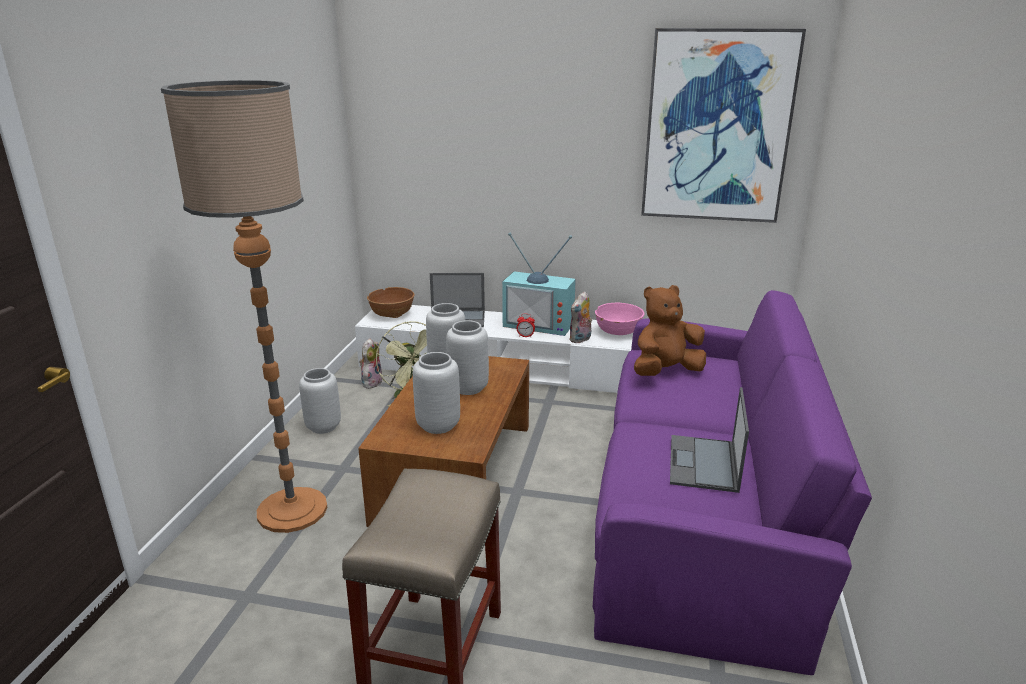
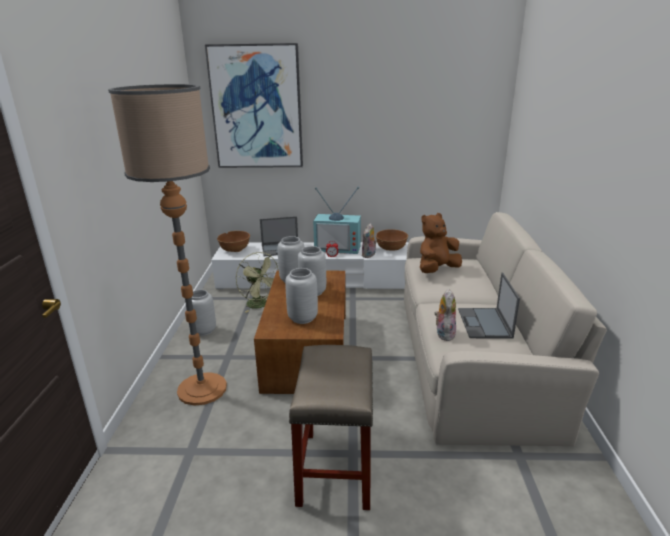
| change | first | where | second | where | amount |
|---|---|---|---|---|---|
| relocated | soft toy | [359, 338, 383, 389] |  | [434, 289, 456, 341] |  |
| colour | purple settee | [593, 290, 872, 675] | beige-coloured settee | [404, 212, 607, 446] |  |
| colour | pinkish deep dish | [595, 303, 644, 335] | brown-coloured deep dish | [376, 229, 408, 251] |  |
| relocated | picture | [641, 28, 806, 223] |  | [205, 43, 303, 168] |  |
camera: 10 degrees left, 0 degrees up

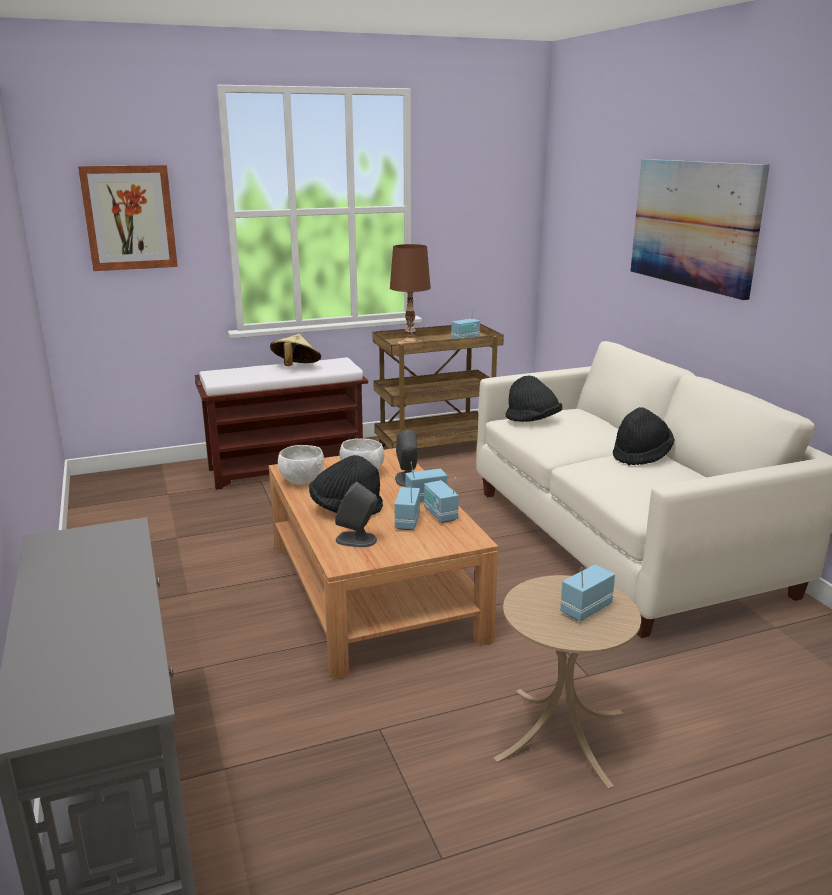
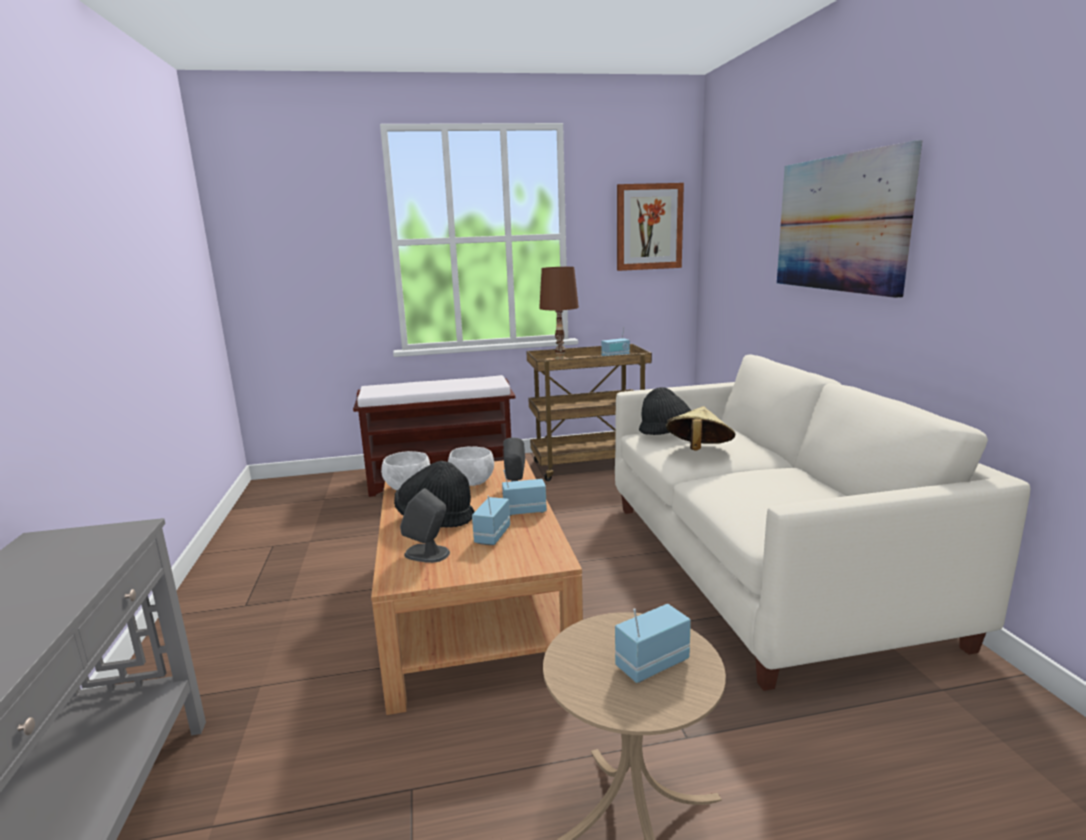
| change | first | where | second | where | amount |
|---|---|---|---|---|---|
| relocated | picture | [78, 165, 178, 271] |  | [617, 183, 684, 271] |  |
| relocated | beige-coloured hat | [270, 334, 321, 366] |  | [666, 406, 735, 451] |  |
| missing | radio receiver | [424, 478, 459, 523] |  |  |  |
| missing | blackish hat | [613, 407, 675, 465] |  |  |  |
camera: 10 degrees right, 5 degrees down

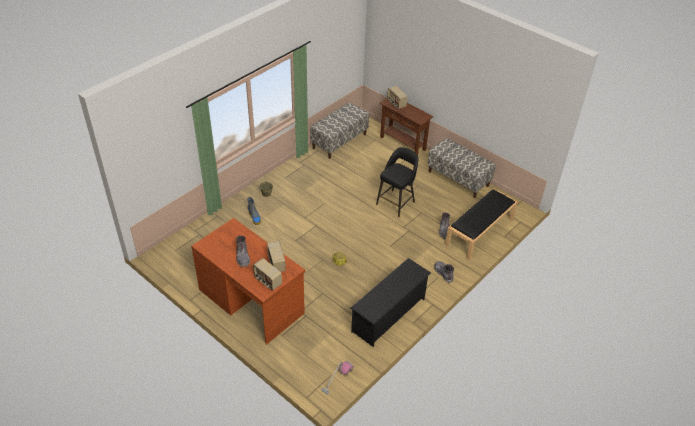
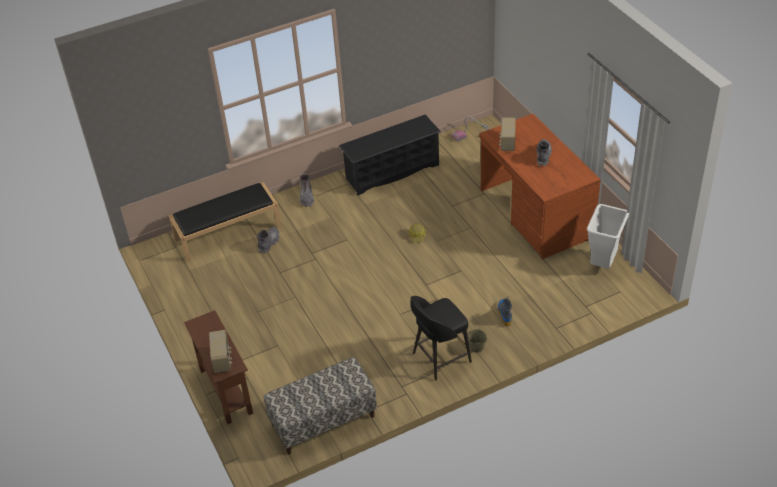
| change | first | where | second | where | amount |
|---|---|---|---|---|---|
| missing | radio receiver | [253, 258, 282, 291] |  |  |  |
| relocated | blackish stool seat | [376, 147, 419, 217] |  | [411, 296, 472, 380] |  |
| missing | bench | [427, 138, 496, 198] |  |  |  |
| appeared |  |  | whitish trash can | [587, 204, 629, 268] |  |
camera: 155 degrees left, 0 degrees up

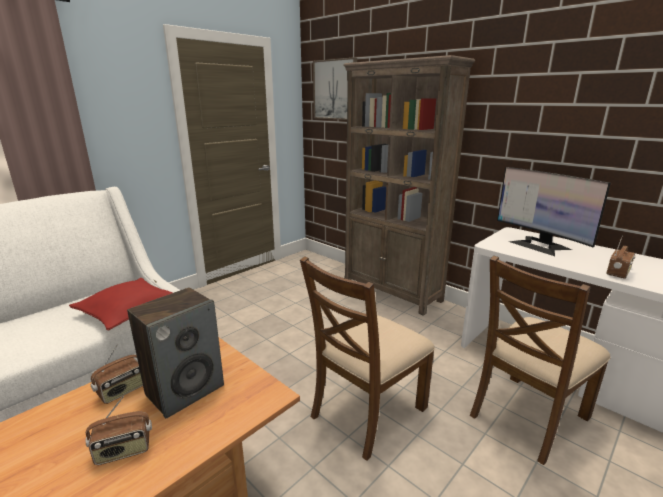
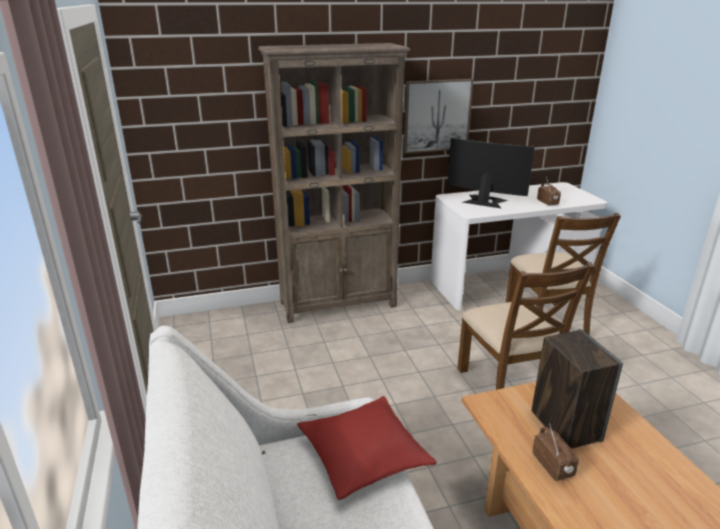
| change | first | where | second | where | amount |
|---|---|---|---|---|---|
| missing | radio receiver | [86, 396, 152, 465] |  |  |  |
| relocated | picture | [313, 57, 357, 120] |  | [404, 79, 474, 154] |  |
| spun | computer display | [497, 167, 611, 256] |  | [447, 138, 534, 209] | 150 degrees counterclockwise |
camera: 60 degrees left, 5 degrees up

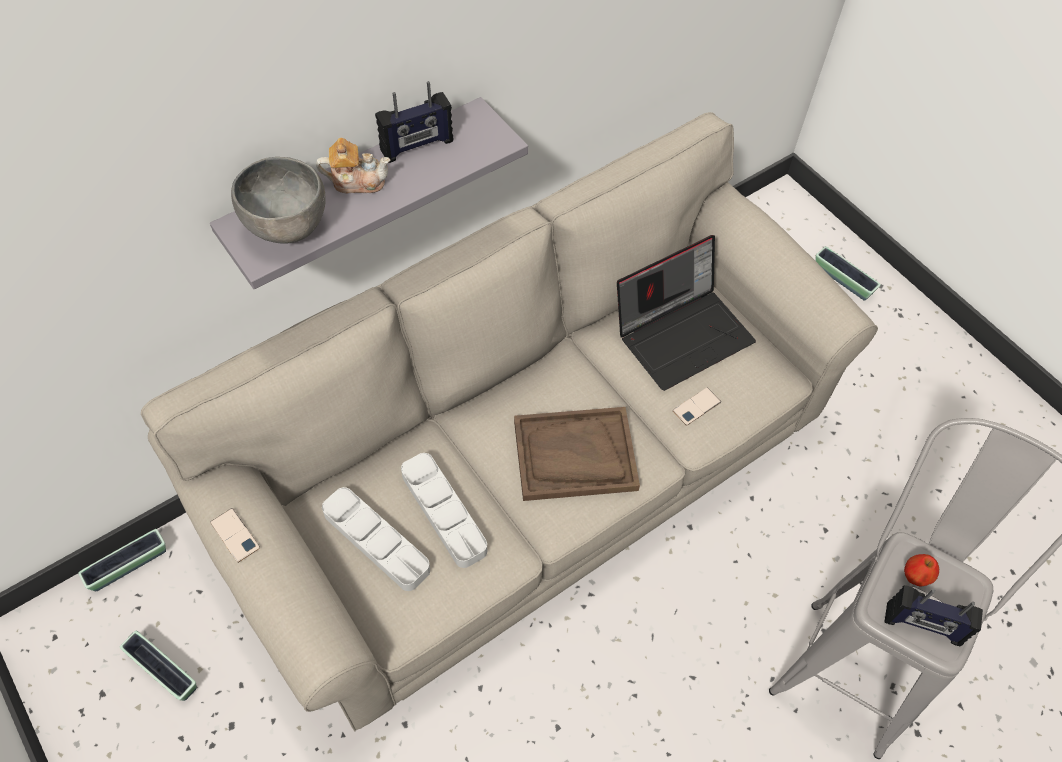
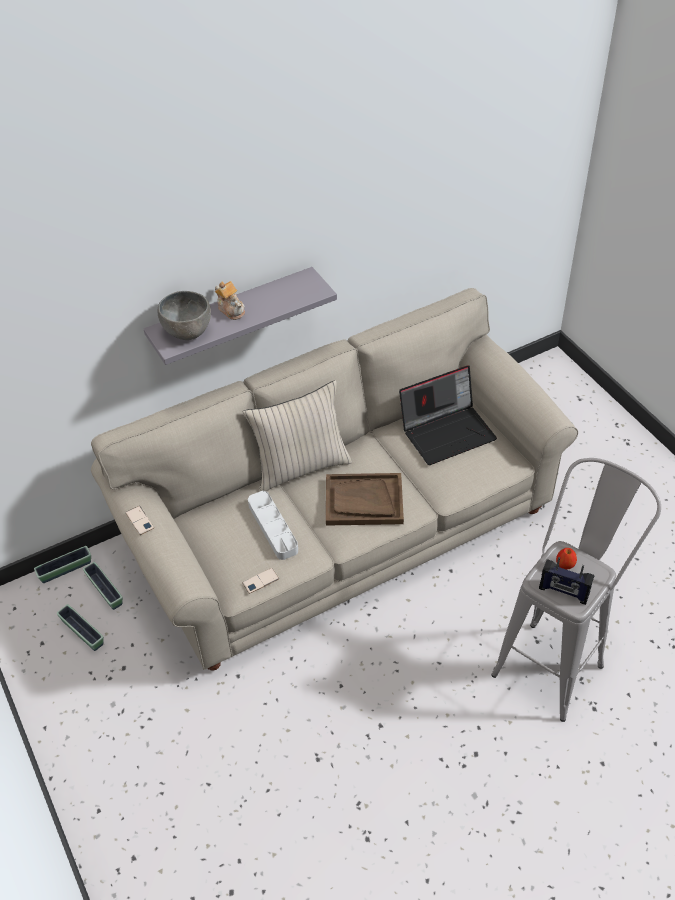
| change | first | where | second | where | amount |
|---|---|---|---|---|---|
| spun | tea pot | [316, 138, 390, 193] |  | [215, 281, 245, 320] | 45 degrees clockwise |
| missing | greyish carrying tray | [322, 487, 430, 591] |  |  |  |
| missing | radio receiver | [375, 81, 453, 163] |  |  |  |
| relocated | phone | [673, 387, 721, 426] |  | [242, 568, 279, 594] |  |
| relocated | flower pot | [815, 246, 881, 301] |  | [83, 562, 123, 610] |  |
| appeared |  |  | beige-coloured throw pillow | [243, 380, 352, 491] |  |
camera: 10 degrees right, 10 degrees down

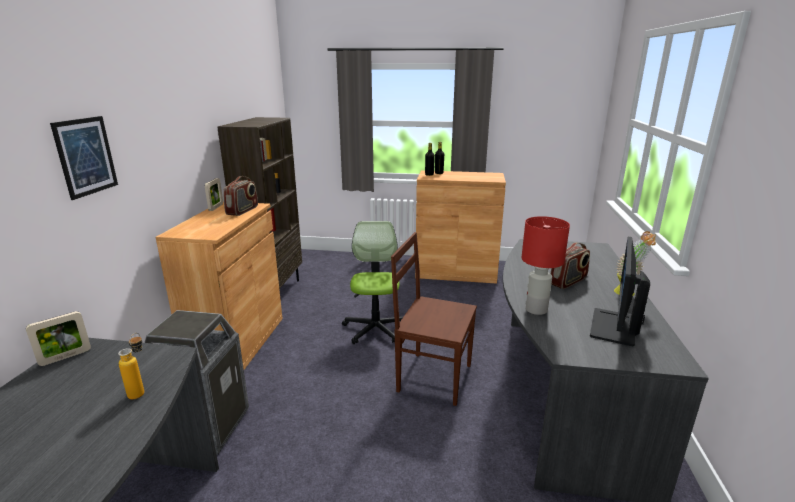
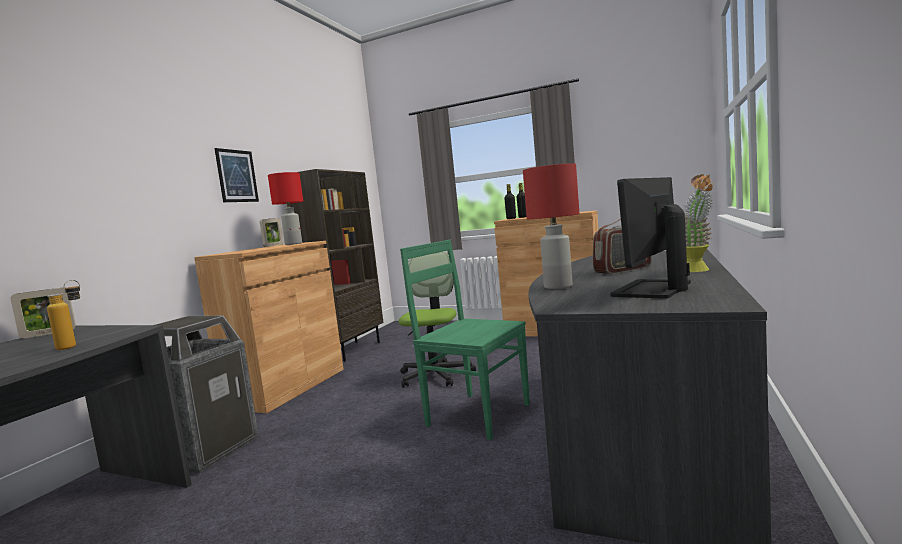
| change | first | where | second | where | amount |
|---|---|---|---|---|---|
| relocated | picture | [50, 116, 118, 200] |  | [214, 148, 259, 202] |  |
| exchanged | radio receiver | [223, 176, 258, 216] | red tabletop lamp | [268, 172, 303, 245] |  |
| colour | brown-coloured chair | [391, 232, 477, 406] | green chair | [400, 240, 530, 440] |  |
camera: 15 degrees right, 15 degrees down

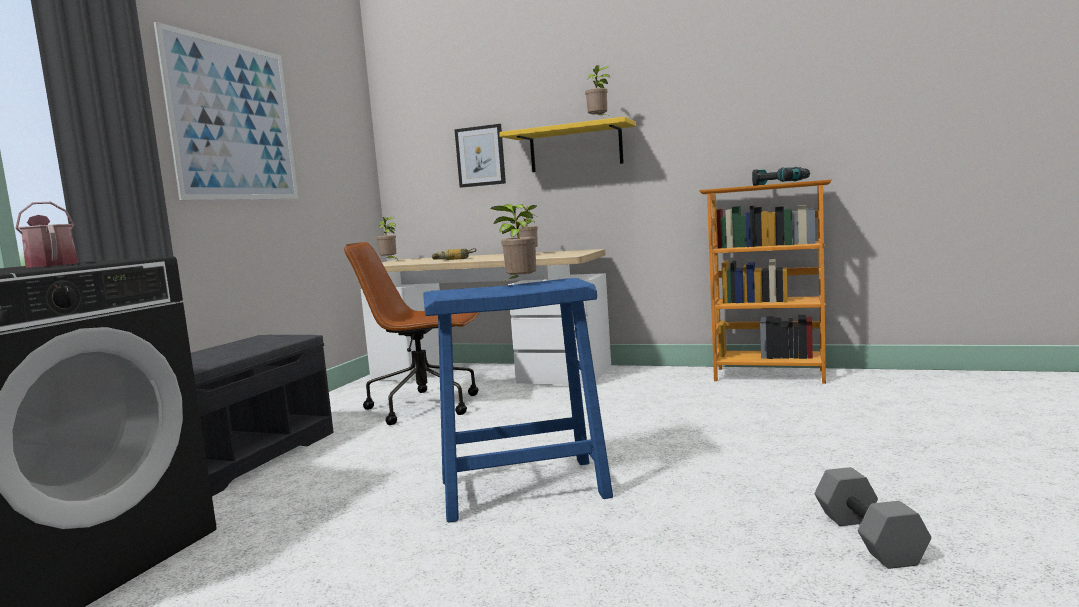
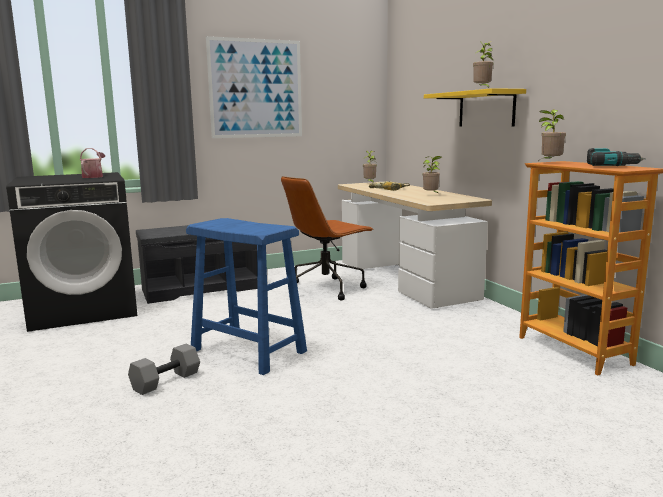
| change | first | where | second | where | amount |
|---|---|---|---|---|---|
| spun | brown-coloured office chair | [344, 242, 480, 425] |  | [281, 176, 374, 301] | 90 degrees counterclockwise |
| missing | picture | [454, 124, 506, 188] |  |  |  |
| relocated | houseplant | [491, 204, 536, 284] |  | [539, 109, 566, 159] |  |
| relocated | greyish dumbbell | [815, 467, 931, 569] |  | [128, 344, 200, 395] |  |
camera: 45 degrees right, 5 degrees up

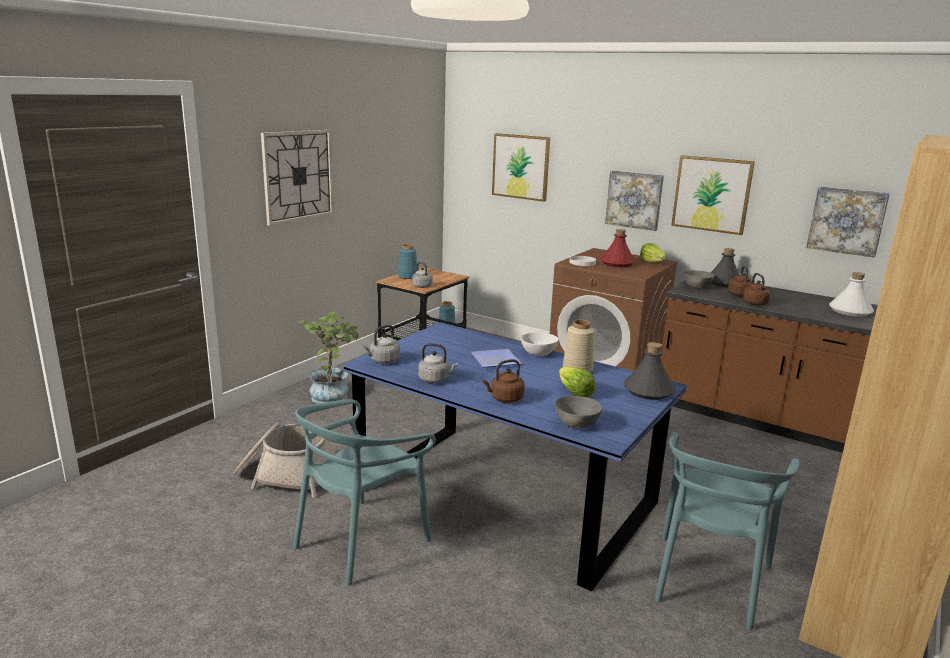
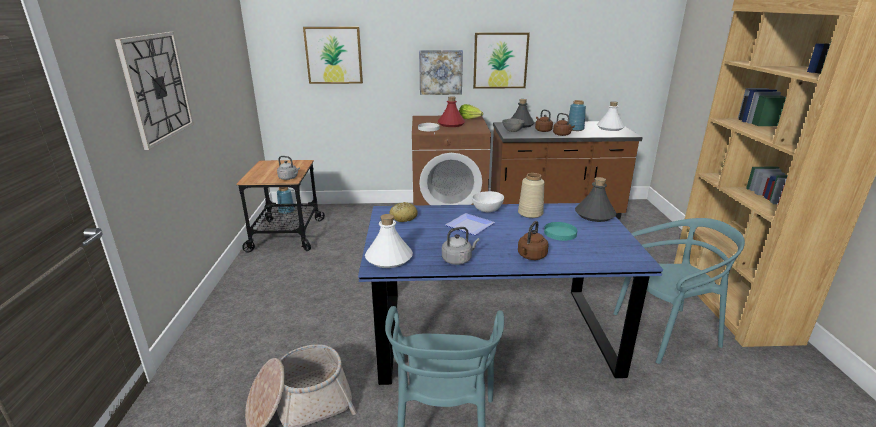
| change | first | where | second | where | amount |
|---|---|---|---|---|---|
| missing | houseplant | [298, 312, 358, 404] |  |  |  |
| exchanged | greyish water kettle | [363, 325, 400, 364] | whitish beverage bottle | [365, 214, 413, 268] |  |
| relocated | bluish decorative vase | [398, 244, 417, 279] |  | [569, 100, 586, 131] |  |
| missing | greyish deep dish | [555, 396, 602, 428] |  |  |  |
| exchanged | lettuce | [559, 366, 595, 397] | blue-green flat dish | [544, 222, 577, 241] |  |
| spun | blue-green chair | [655, 432, 800, 631] |  | [613, 218, 745, 364] | 90 degrees counterclockwise |
| missing | picture | [806, 186, 890, 258] |  |  |  |
| appeared |  |  | bakery bread | [389, 202, 418, 222] |  |
camera: 35 degrees left, 5 degrees up

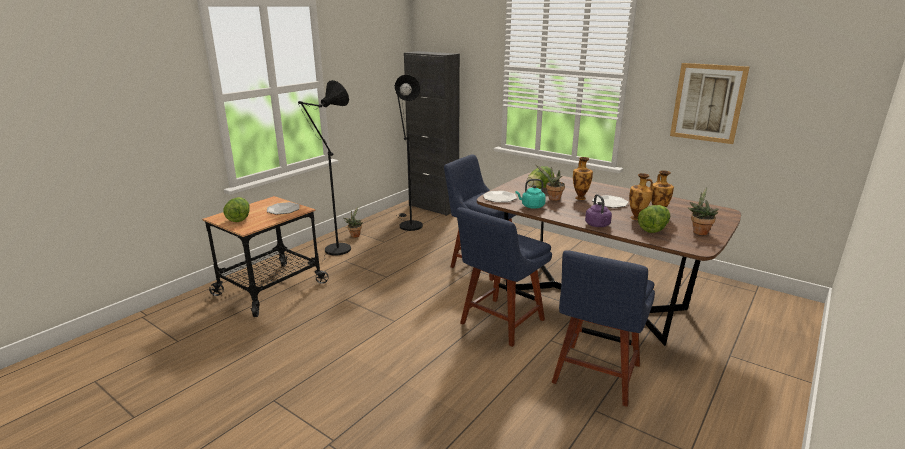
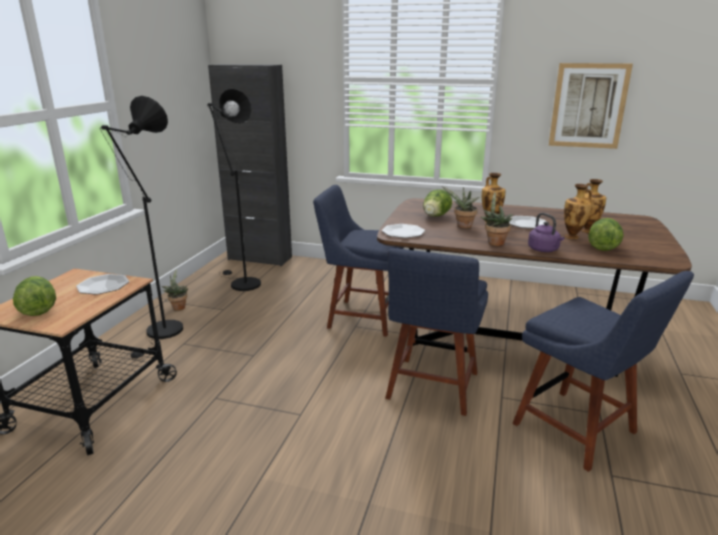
| change | first | where | second | where | amount |
|---|---|---|---|---|---|
| missing | blue-green water kettle | [516, 179, 546, 209] |  |  |  |
| spun | bluish chair | [552, 250, 655, 407] |  | [512, 271, 694, 472] | 45 degrees counterclockwise |
| relocated | houseplant | [687, 187, 719, 235] |  | [480, 192, 513, 246] |  |
camera: 20 degrees left, 0 degrees up

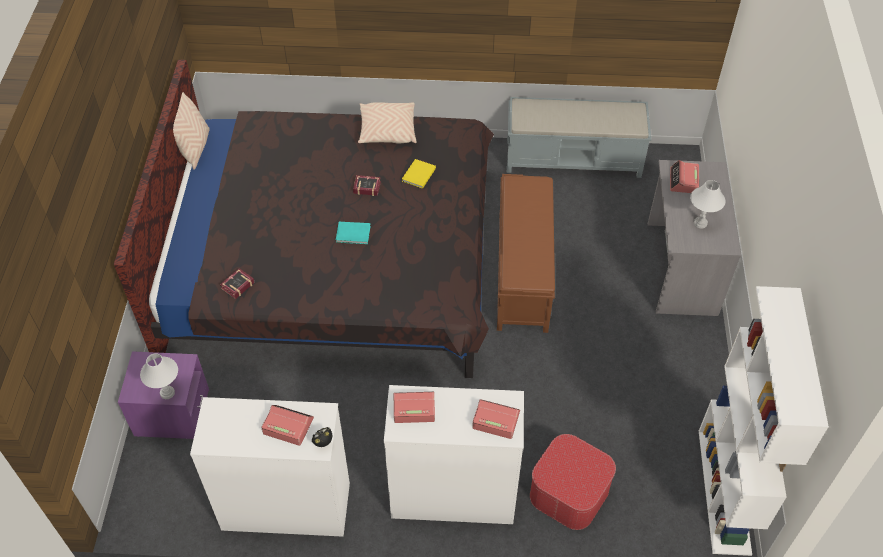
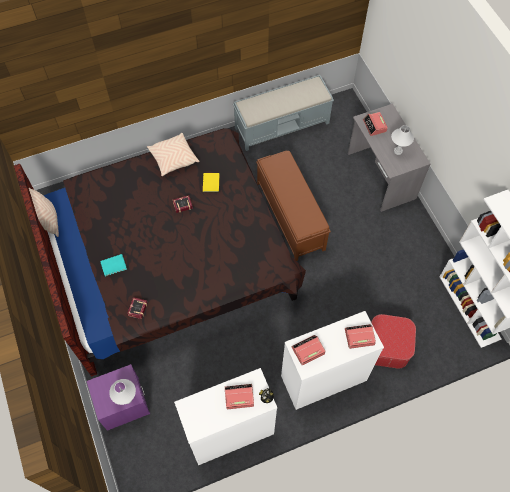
| change | first | where | second | where | amount |
|---|---|---|---|---|---|
| relocated | blue-green book | [336, 222, 371, 244] |  | [100, 254, 127, 277] |  |
camera: 25 degrees left, 10 degrees up

